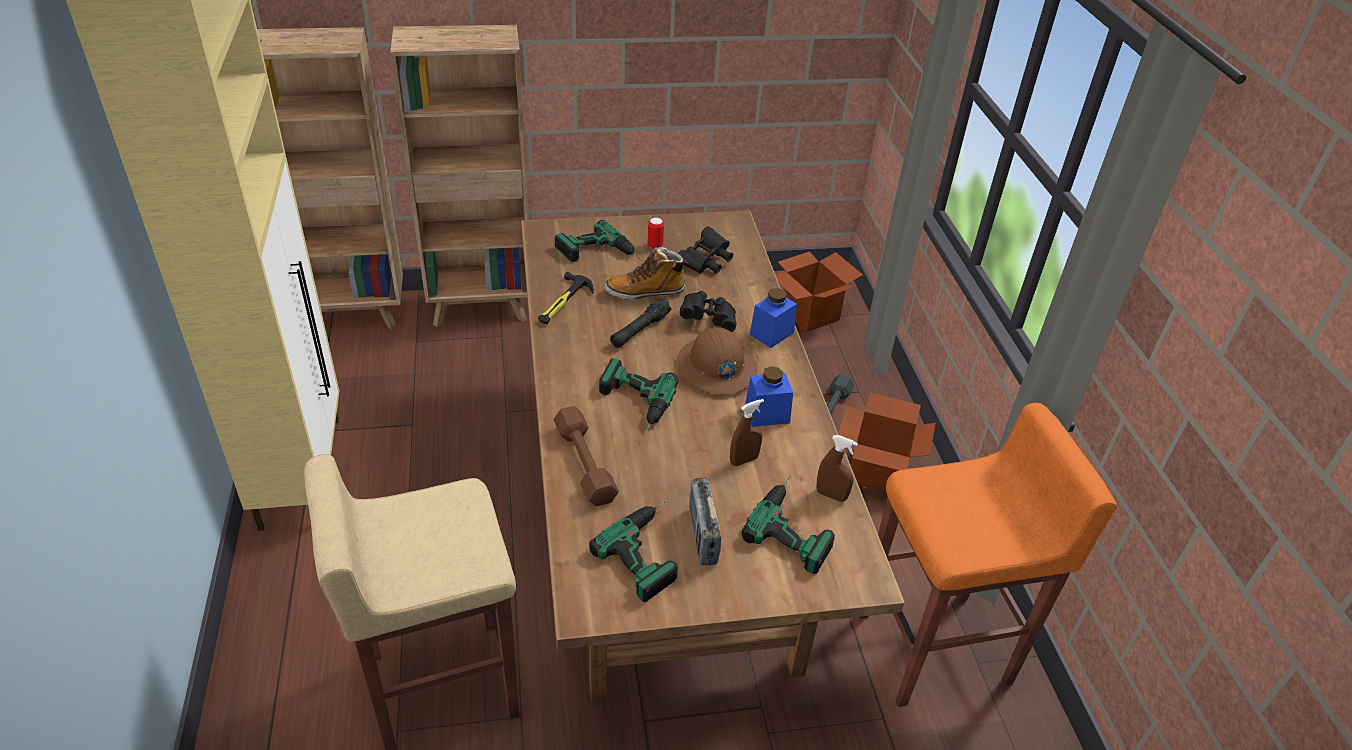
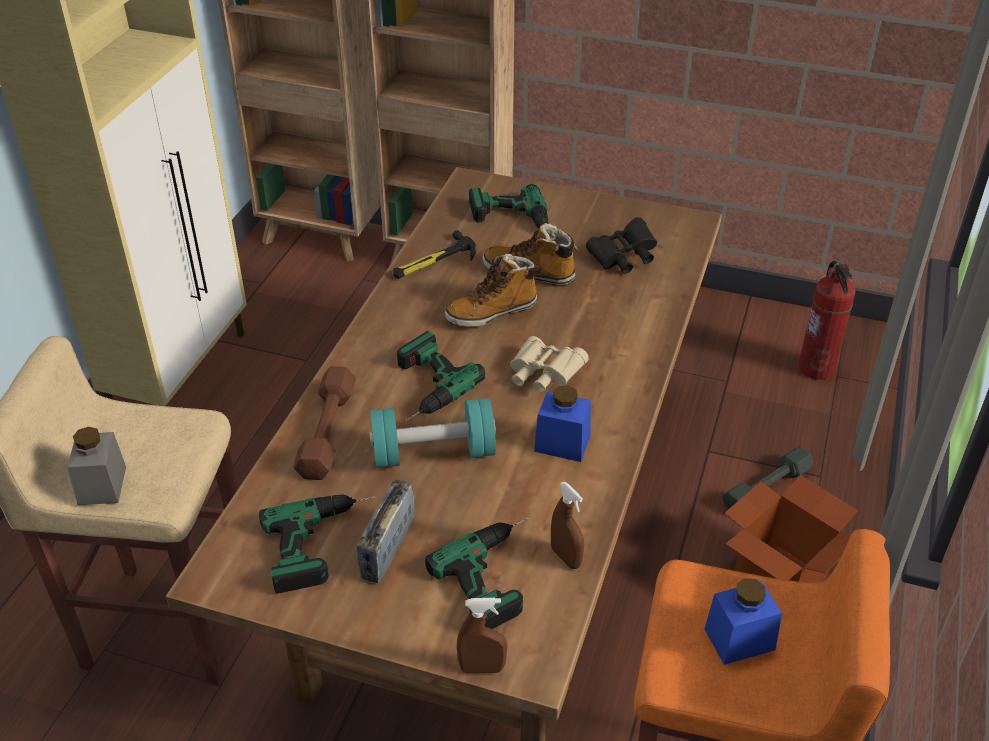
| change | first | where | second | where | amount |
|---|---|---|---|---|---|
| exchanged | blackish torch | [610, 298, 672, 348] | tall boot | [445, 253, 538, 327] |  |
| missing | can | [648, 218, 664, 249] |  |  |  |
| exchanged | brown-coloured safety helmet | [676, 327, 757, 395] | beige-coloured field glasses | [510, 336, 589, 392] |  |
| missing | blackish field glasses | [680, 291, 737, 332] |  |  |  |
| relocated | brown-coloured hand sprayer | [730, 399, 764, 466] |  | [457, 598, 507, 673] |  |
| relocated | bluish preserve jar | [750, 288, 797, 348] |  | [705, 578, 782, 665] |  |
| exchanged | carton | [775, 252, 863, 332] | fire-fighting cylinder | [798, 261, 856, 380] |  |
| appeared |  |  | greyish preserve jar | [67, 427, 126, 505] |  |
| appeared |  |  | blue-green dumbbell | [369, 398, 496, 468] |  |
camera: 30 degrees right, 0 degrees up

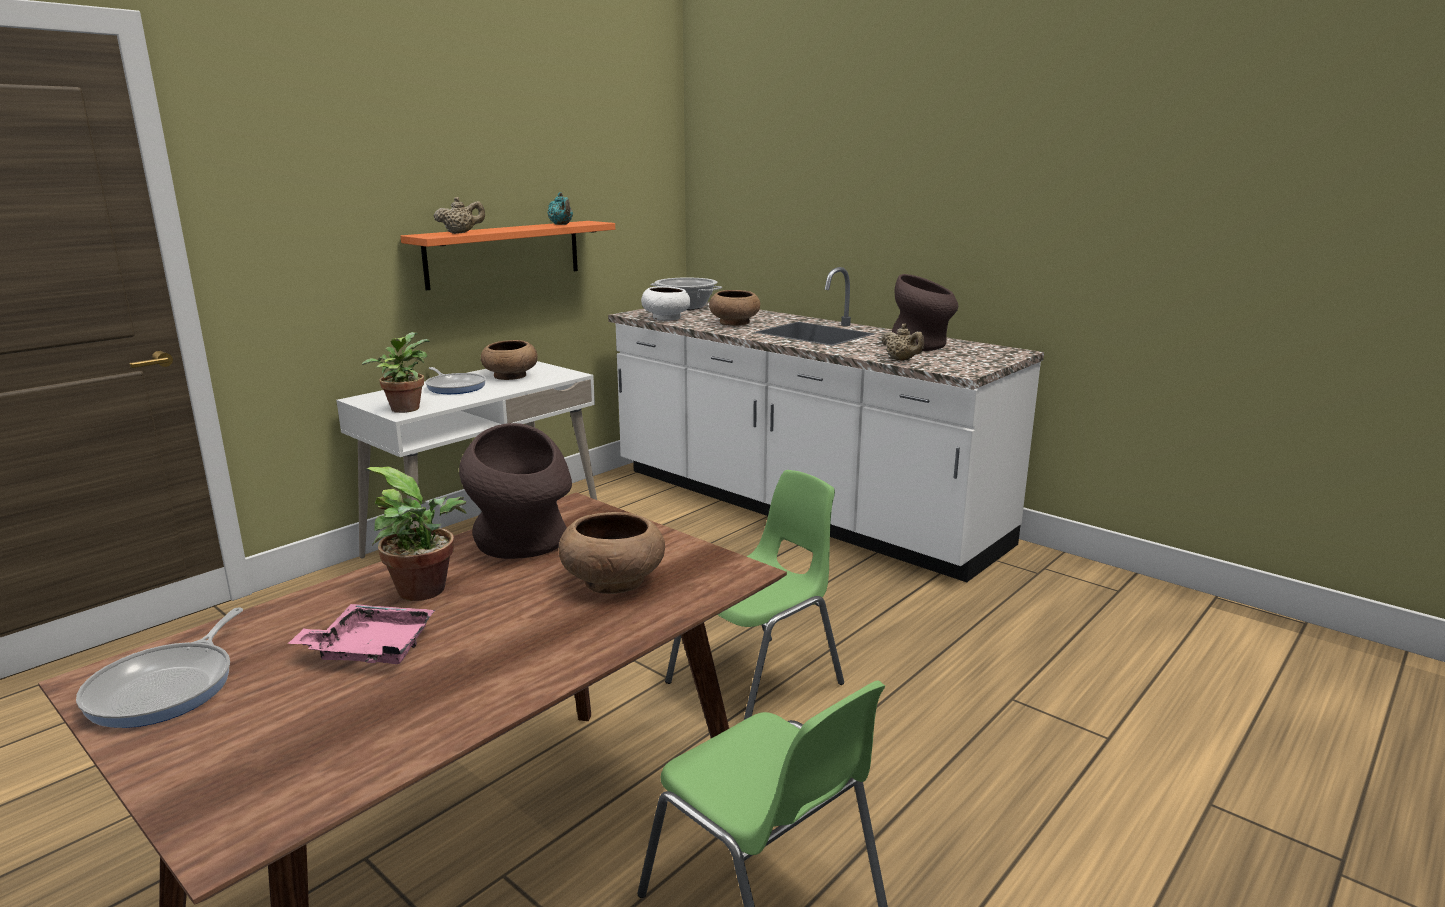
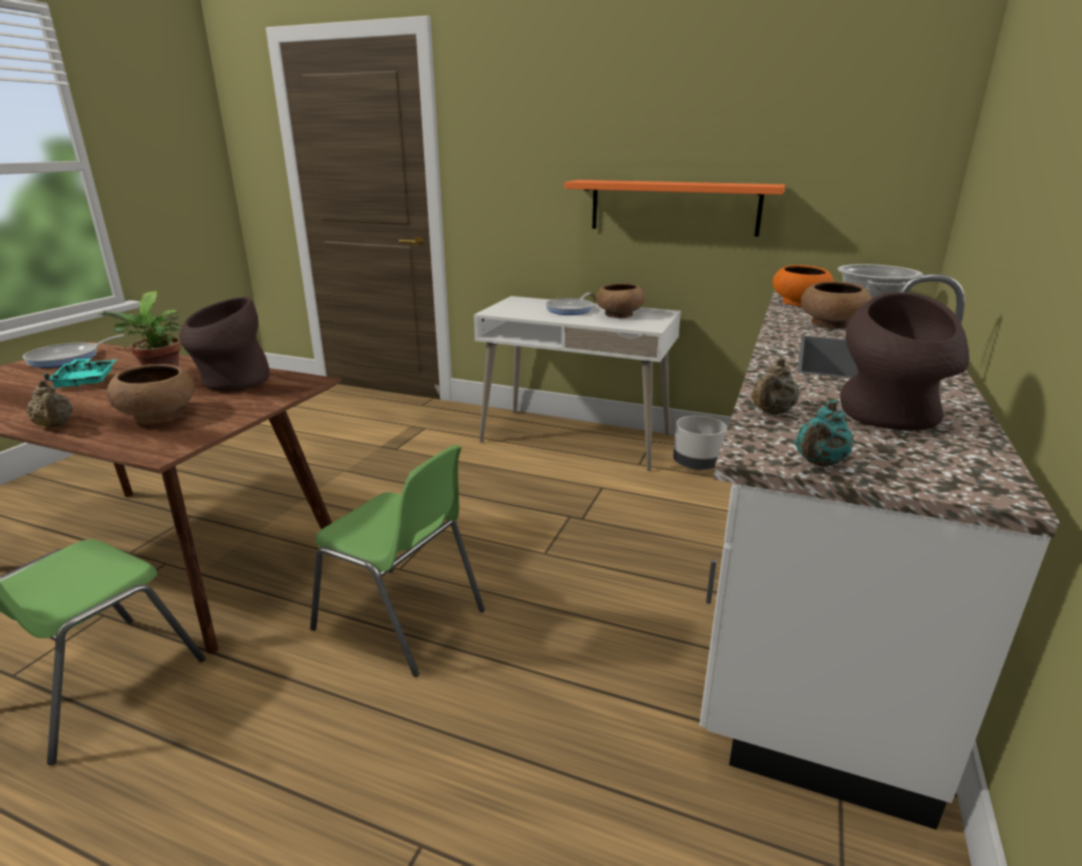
| change | first | where | second | where | amount |
|---|---|---|---|---|---|
| spun | skillet | [76, 607, 243, 728] |  | [23, 334, 125, 368] | 45 degrees counterclockwise |
| colour | pinkish carrying tray | [288, 604, 435, 664] | blue-green carrying tray | [44, 358, 117, 388] |  |
| missing | houseplant | [362, 332, 430, 413] |  |  |  |
| relocated | beige-coloured tea pot | [433, 197, 485, 234] |  | [26, 380, 72, 428] |  |
| relocated | blue-green tea pot | [548, 192, 573, 225] |  | [795, 400, 854, 467] |  |
| colour | whitish deep dish | [641, 286, 691, 321] | orangey deep dish | [772, 265, 834, 306] |  |
| appeared |  |  | greyish flower pot | [673, 415, 727, 470] |  |
camera: 70 degrees right, 5 degrees up

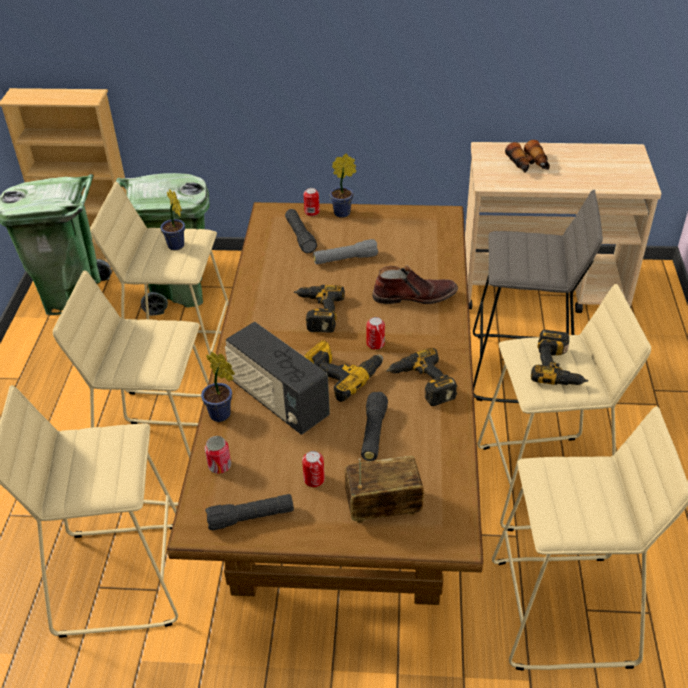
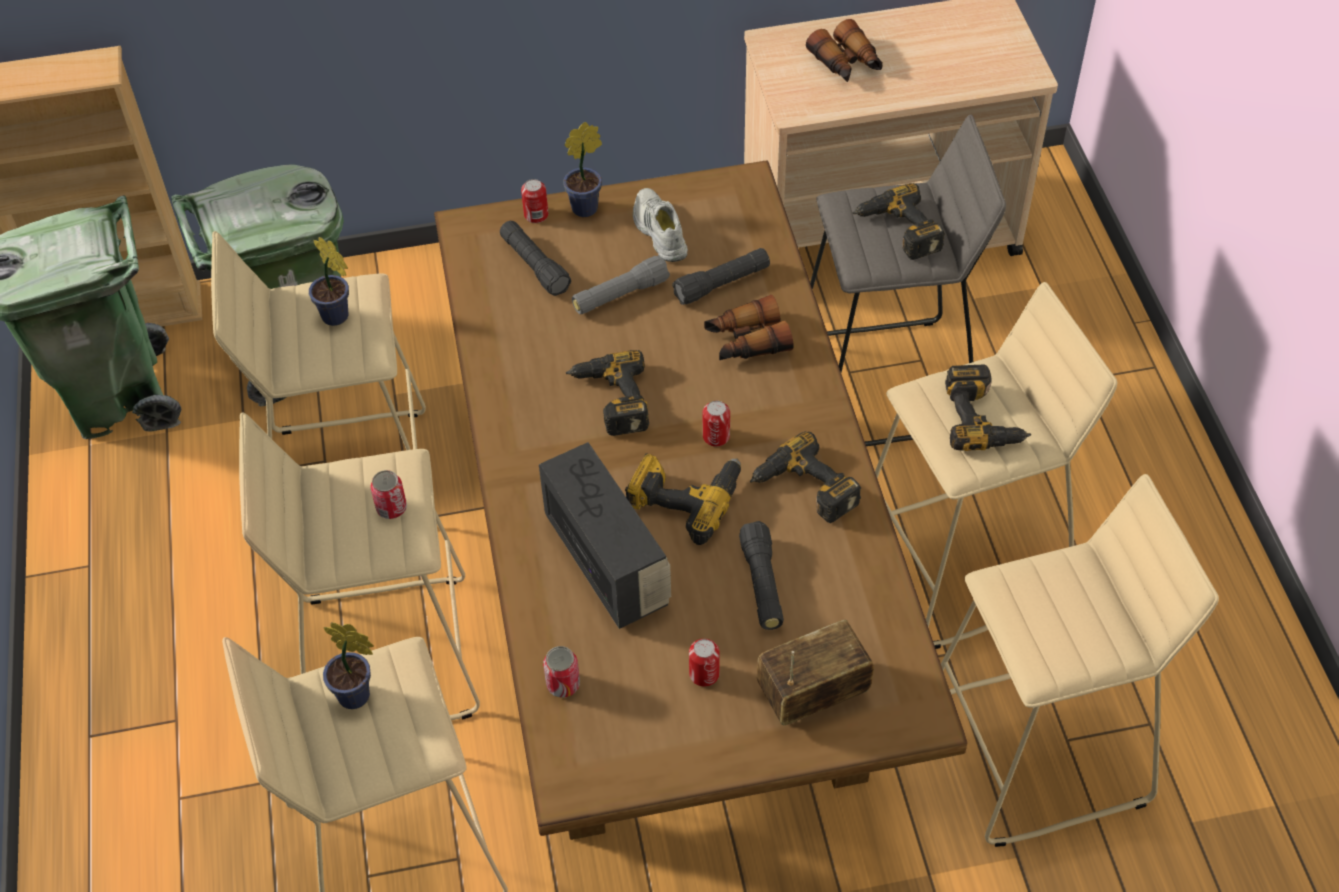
| change | first | where | second | where | amount |
|---|---|---|---|---|---|
| relocated | houseplant | [201, 352, 235, 422] |  | [323, 622, 373, 709] |  |
| relocated | blackish torch | [205, 494, 294, 530] |  | [672, 248, 770, 305] |  |
| spun | radio receiver | [225, 322, 330, 435] |  | [539, 442, 671, 629] | 150 degrees counterclockwise |
| exchanged | brown-coloured tall boot | [372, 265, 458, 304] | field glasses | [704, 295, 794, 360] |  |
| appeared |  |  | can | [370, 470, 407, 519] |  |
| appeared |  |  | whitish low shoe | [633, 188, 688, 262] |  |
| appeared |  |  | drill | [852, 183, 945, 260] |  |
camera: 15 degrees left, 10 degrees up

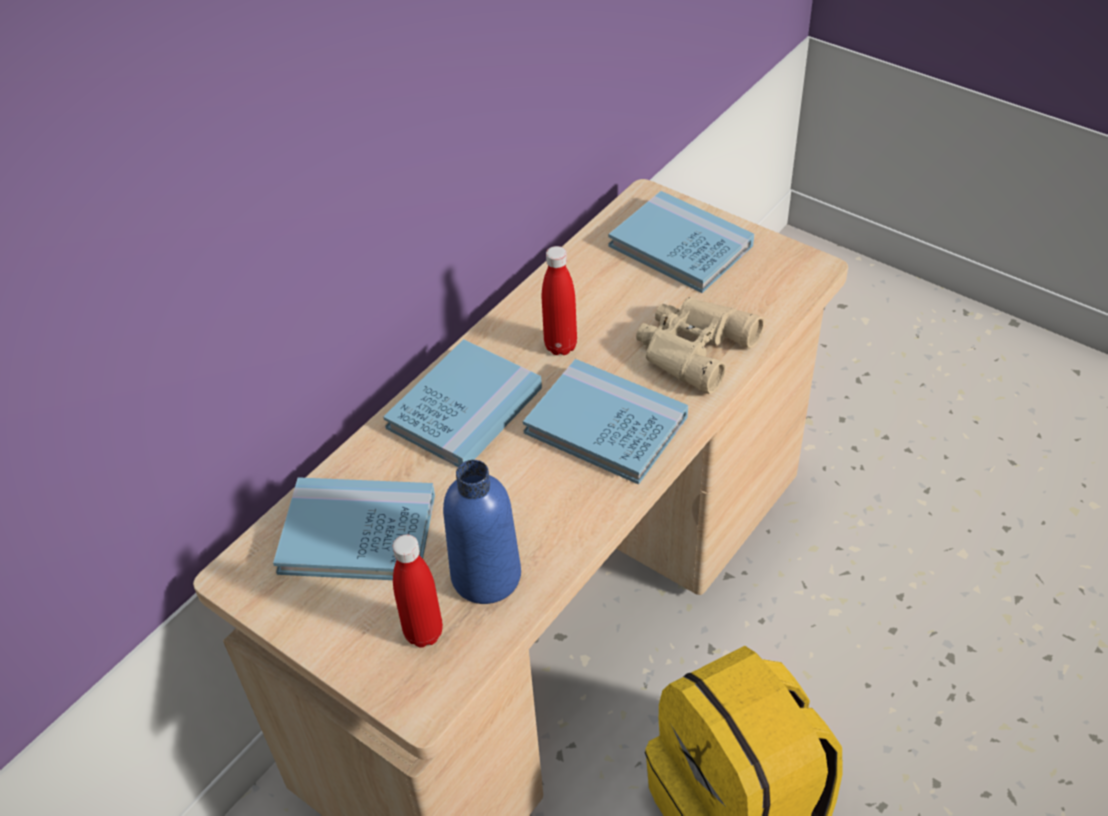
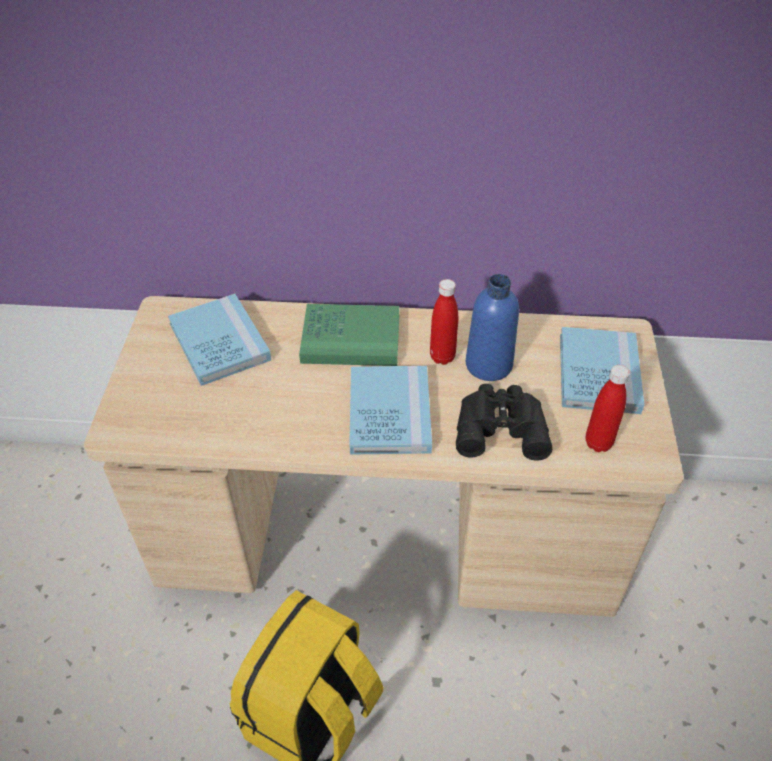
| change | first | where | second | where | amount |
|---|---|---|---|---|---|
| colour | bluish book | [383, 339, 542, 467] | green book | [299, 304, 399, 366] |  |
| relocated | red beverage bottle | [393, 535, 443, 647] |  | [586, 365, 630, 452] |  |
| relocated | bluish beverage bottle | [443, 460, 521, 604] |  | [466, 274, 519, 381] |  |
| colour | beige-coloured field glasses | [636, 297, 764, 394] | blackish field glasses | [456, 384, 552, 461] |  |
camera: 55 degrees right, 0 degrees up

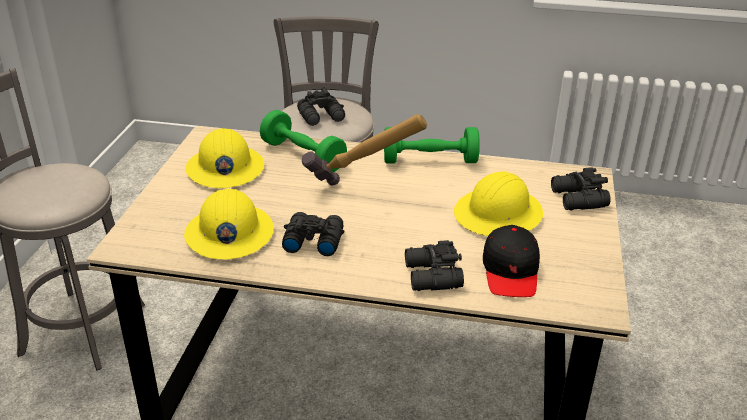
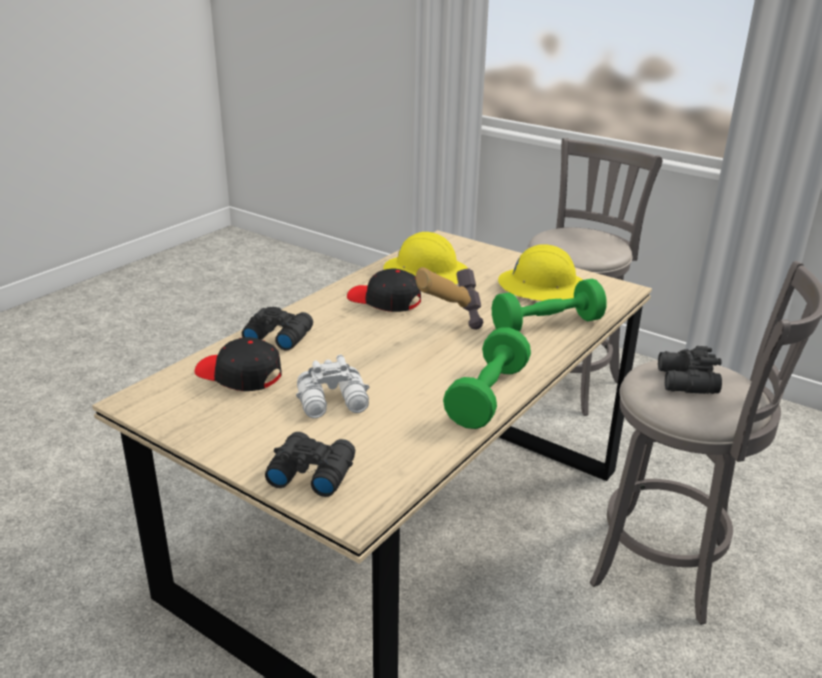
| change | first | where | second | where | amount |
|---|---|---|---|---|---|
| exchanged | blackish field glasses | [282, 212, 344, 256] | blackish baseball cap | [347, 269, 421, 312] |  |
| exchanged | yellowish safety helmet | [454, 171, 543, 236] | whitish field glasses | [296, 355, 369, 418] |  |
camera: 115 degrees right, 5 degrees down

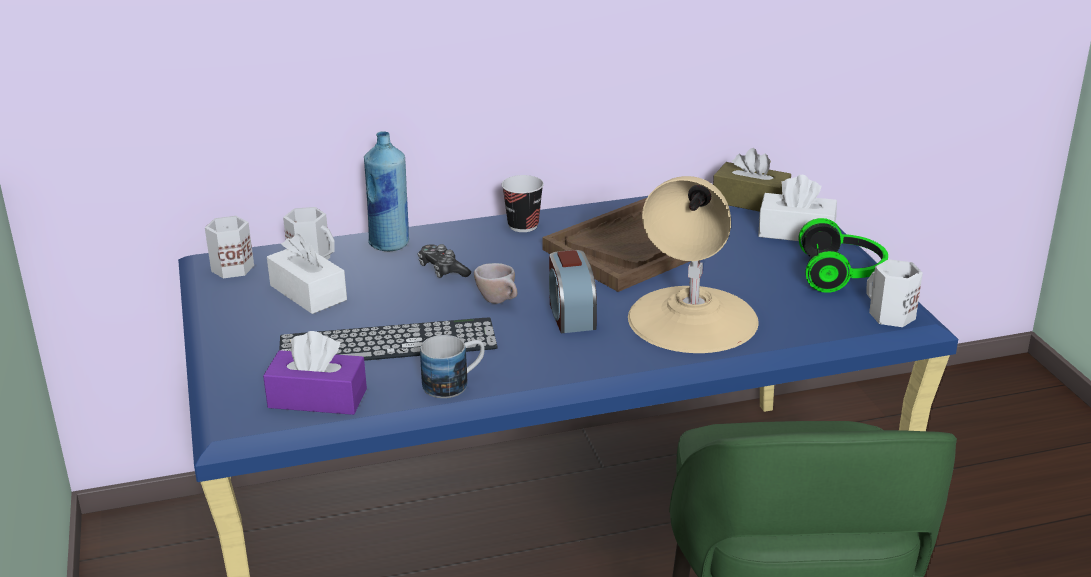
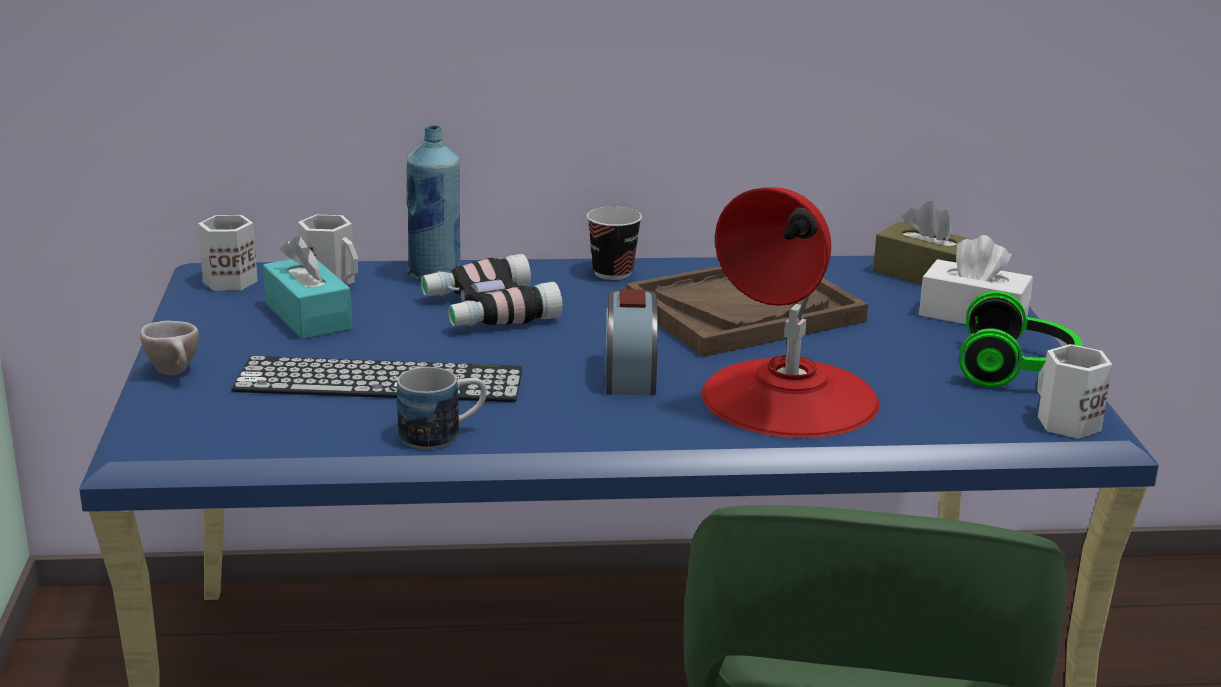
| change | first | where | second | where | amount |
|---|---|---|---|---|---|
| missing | purple tissue holder | [263, 331, 367, 415] |  |  |  |
| colour | whitish tissue holder | [267, 234, 347, 314] | blue-green tissue holder | [263, 236, 352, 339] |  |
| exchanged | joypad | [418, 244, 471, 278] | field glasses | [421, 254, 563, 326] |  |
| relocated | beige-coloured cup | [474, 263, 518, 304] |  | [140, 321, 199, 375] |  |
| colour | beige-coloured tabletop lamp | [628, 176, 759, 353] | red tabletop lamp | [702, 187, 879, 438] |  |
camera: 10 degrees right, 5 degrees down

